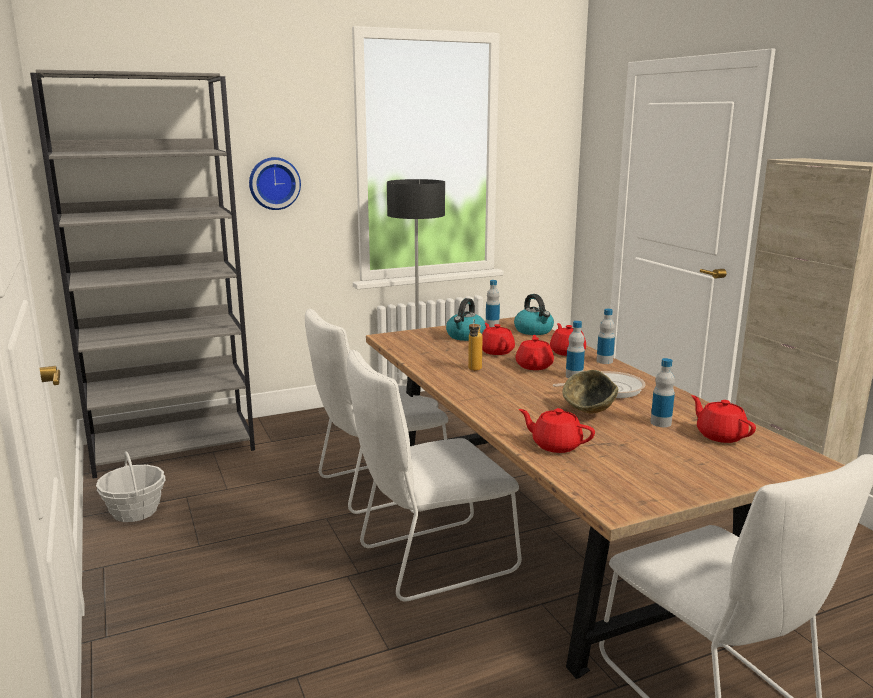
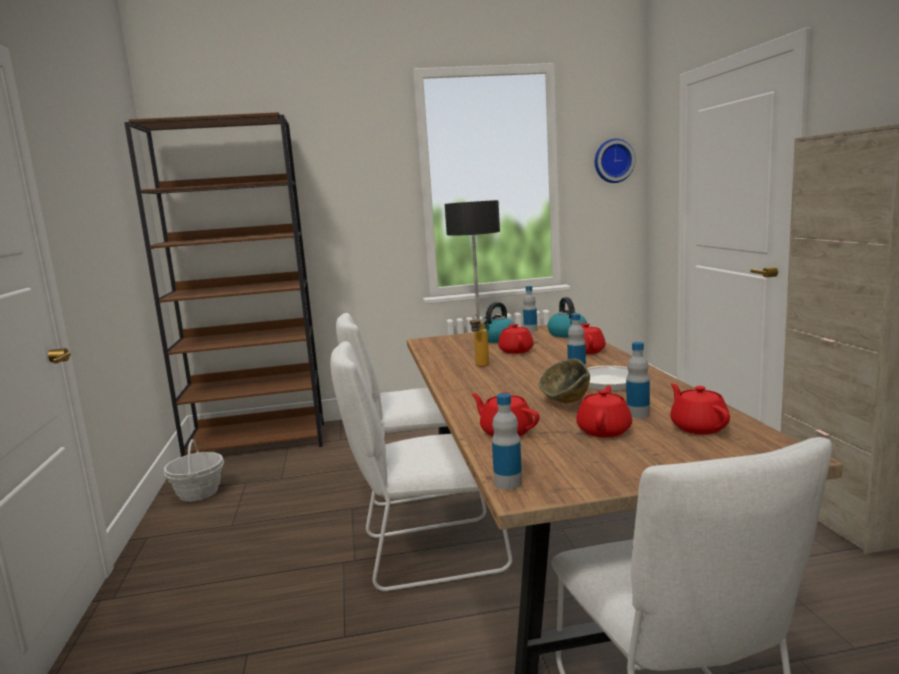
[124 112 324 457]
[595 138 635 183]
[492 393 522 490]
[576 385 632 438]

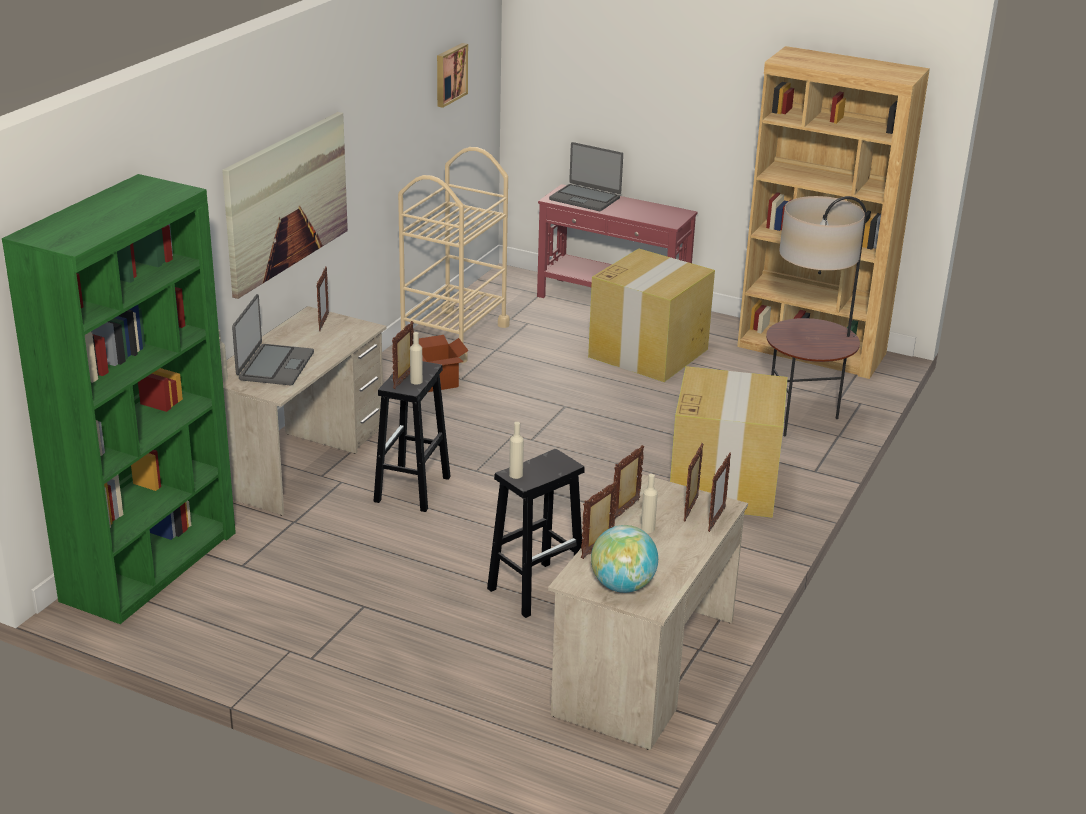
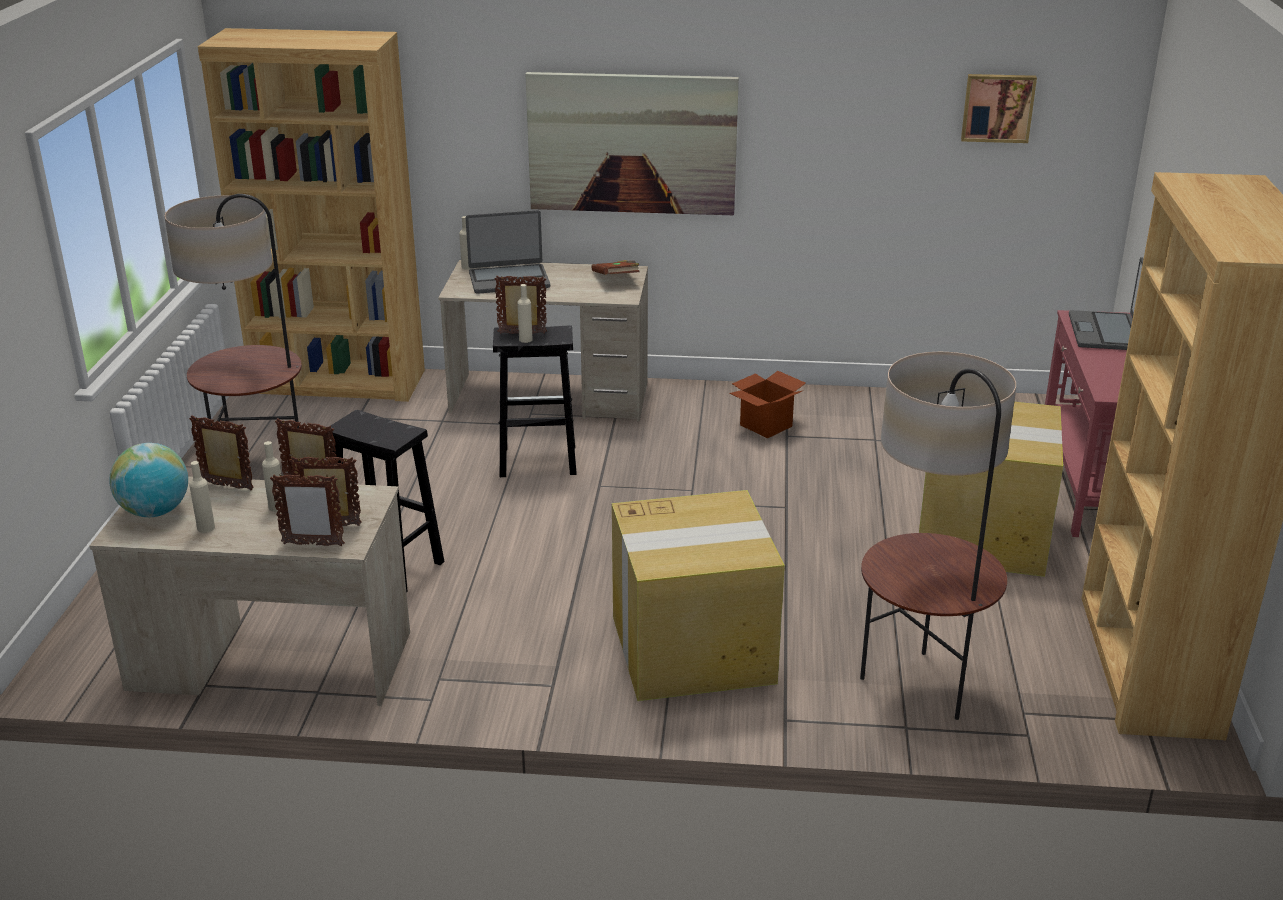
[398 147 510 363] (first image)
[198 28 425 402]
[591 260 640 275]
[189 461 215 533]
[164 194 302 429]

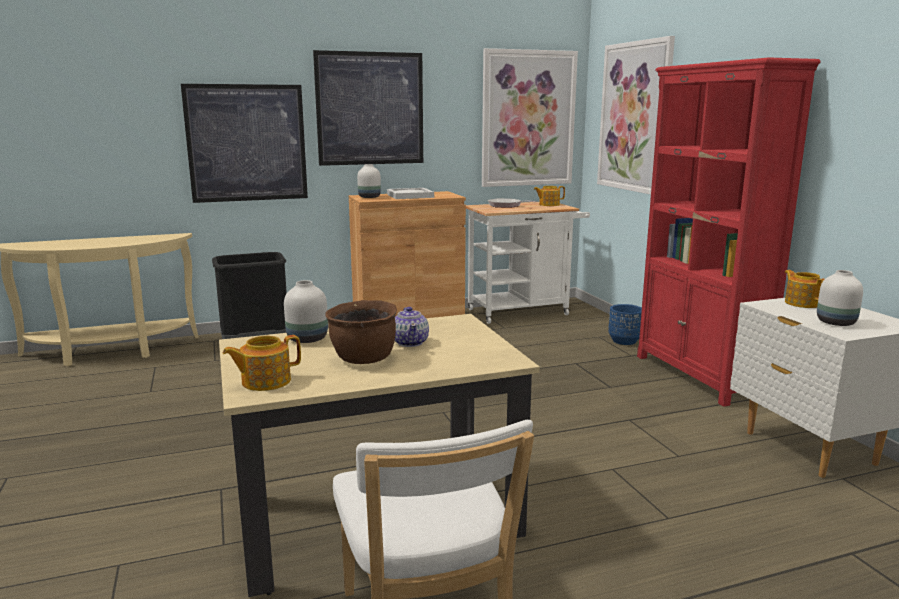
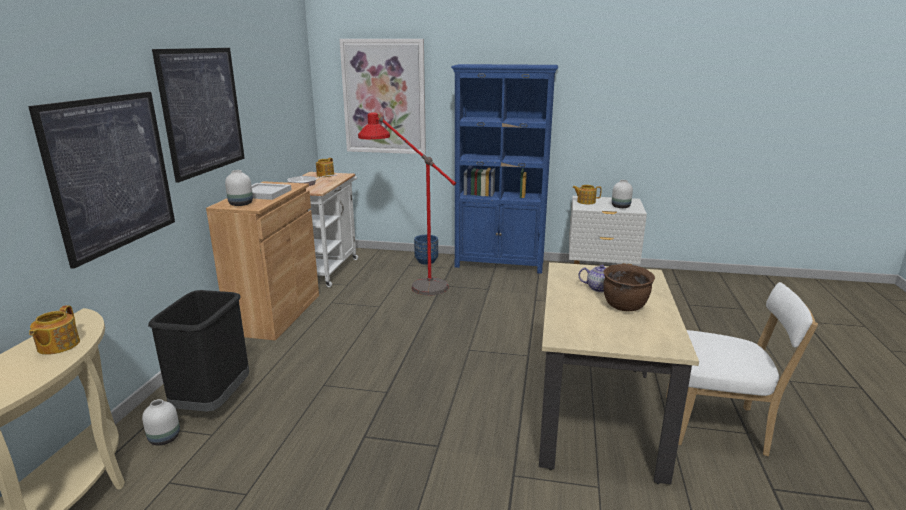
[482 48 578 187] (first image)
[451 64 558 274]
[142 399 180 445]
[29 305 80 355]
[358 112 456 295]

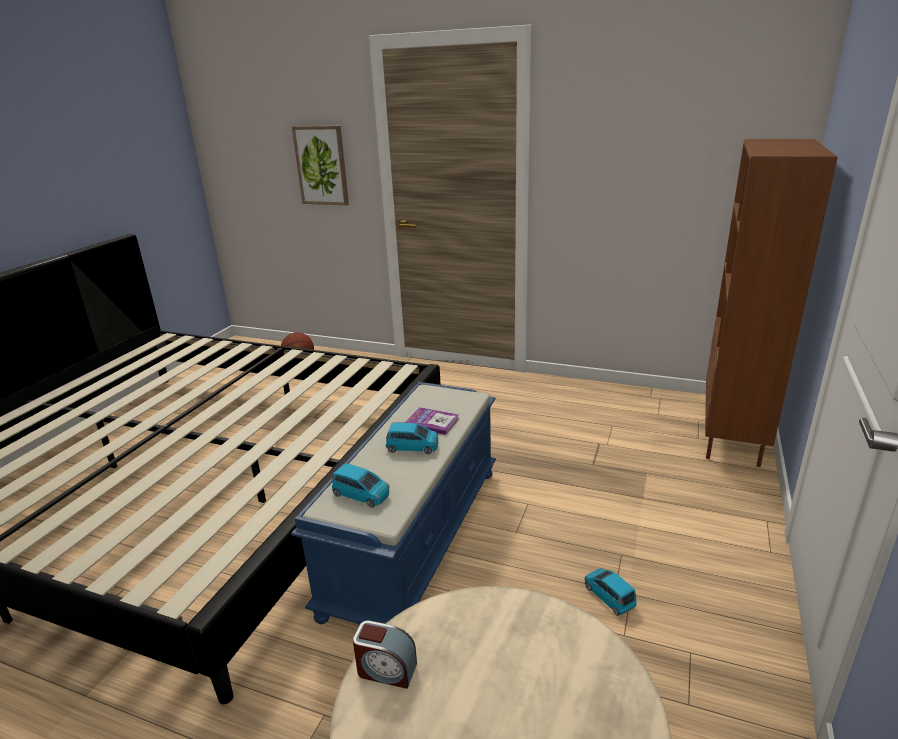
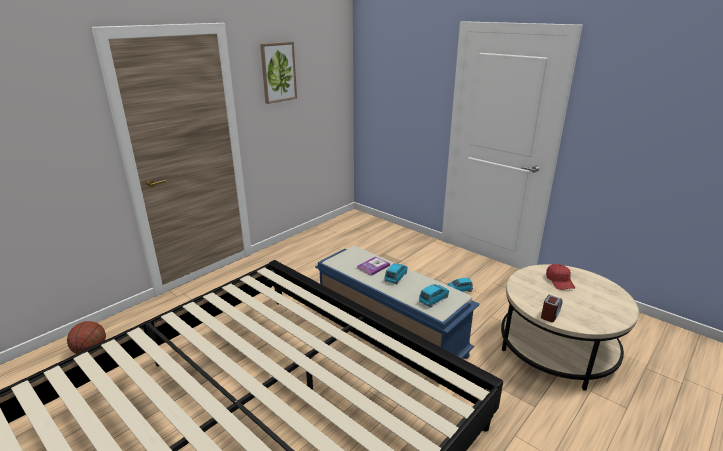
[260 42 297 104]
[705 139 838 467] (first image)
[546 264 575 290]

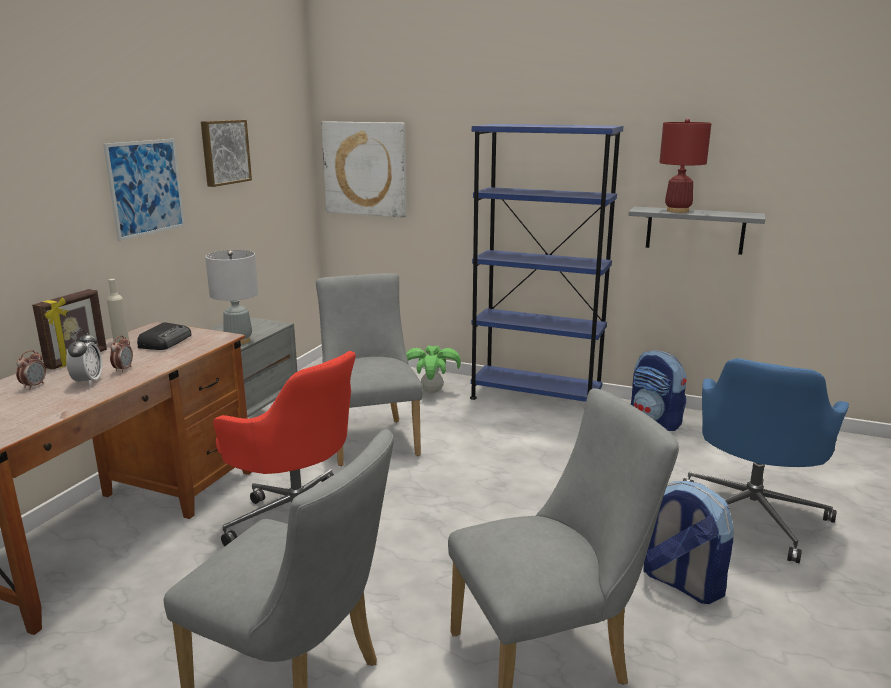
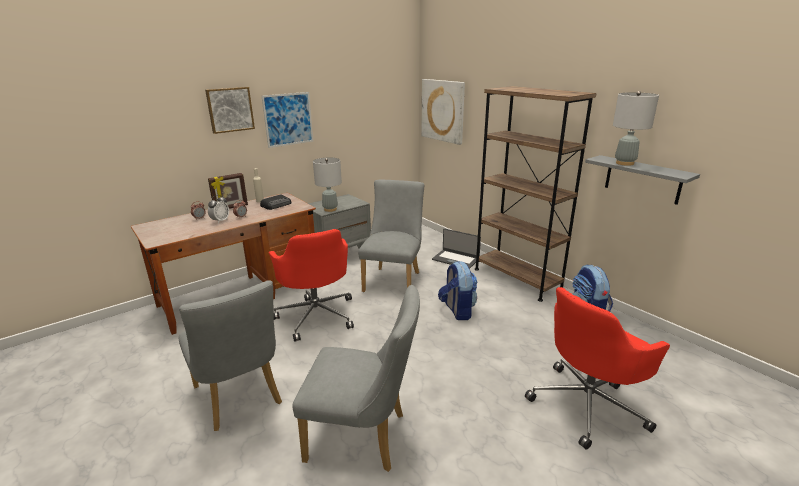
[613 91 659 166]
[205 87 255 134]
[475 86 596 302]
[432 228 481 269]
[525 287 670 450]
[438 261 478 320]

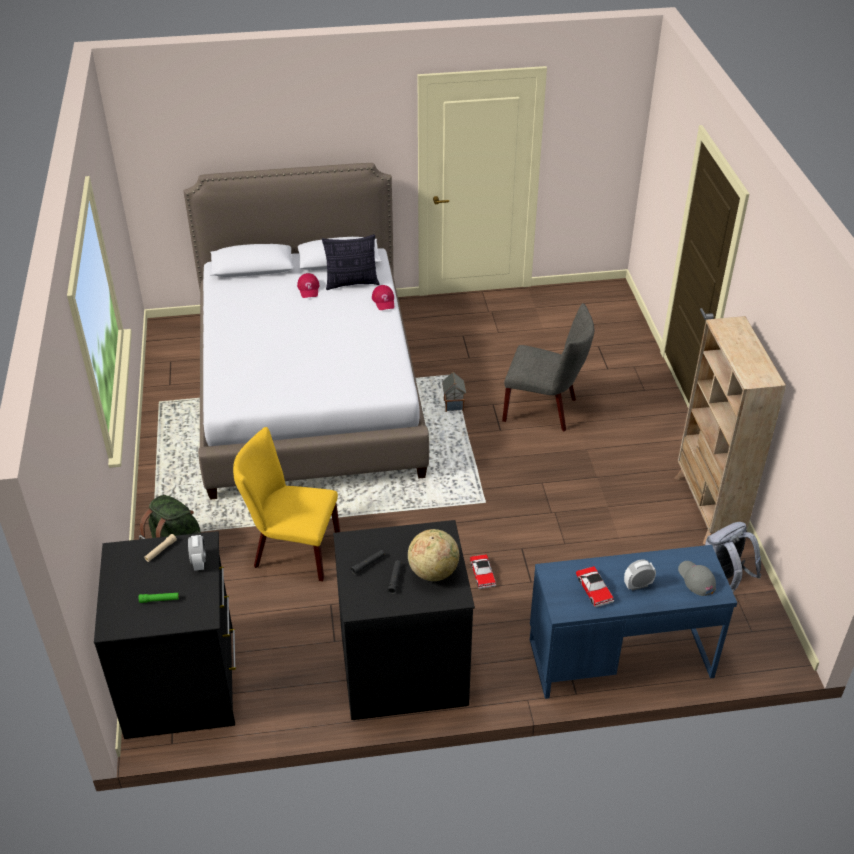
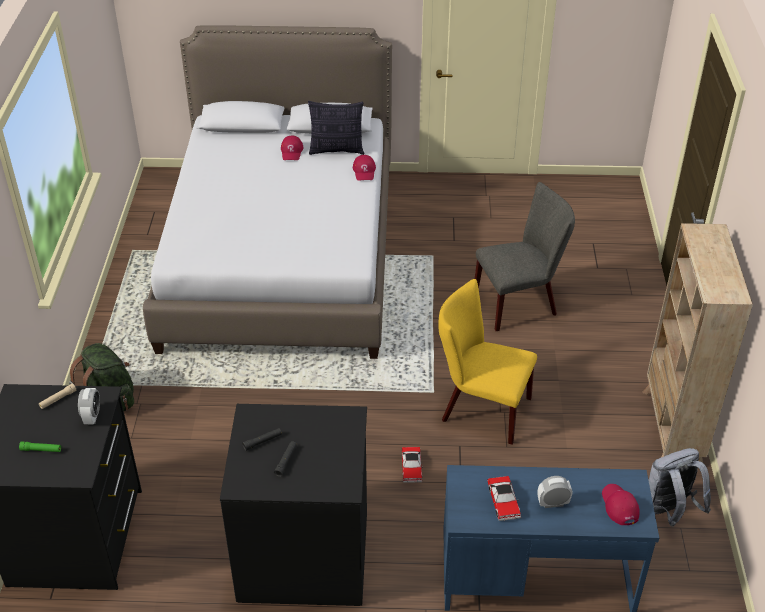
[475 182 575 331]
[442 372 466 412] (first image)
[438 279 537 445]
[408 529 459 581] (first image)
[602 484 640 525]

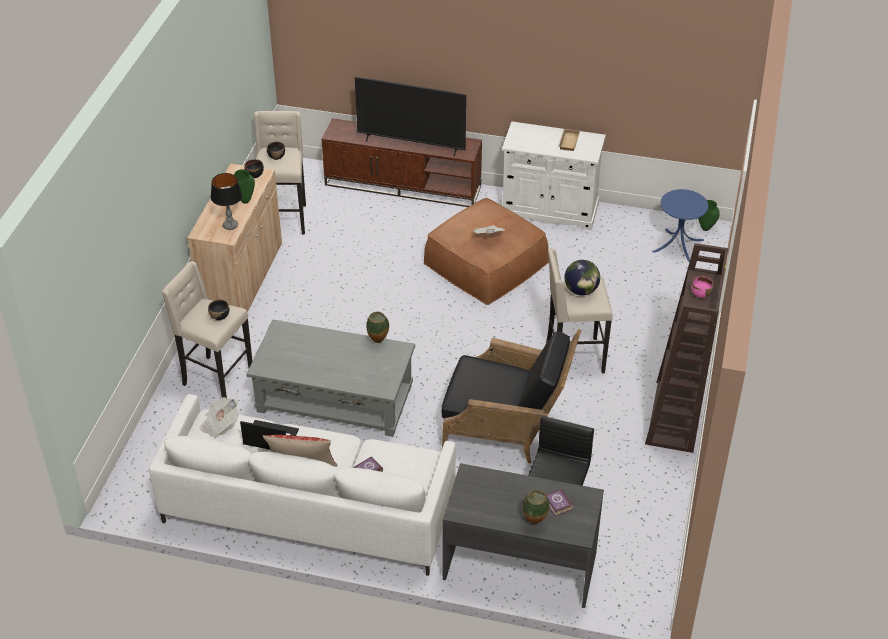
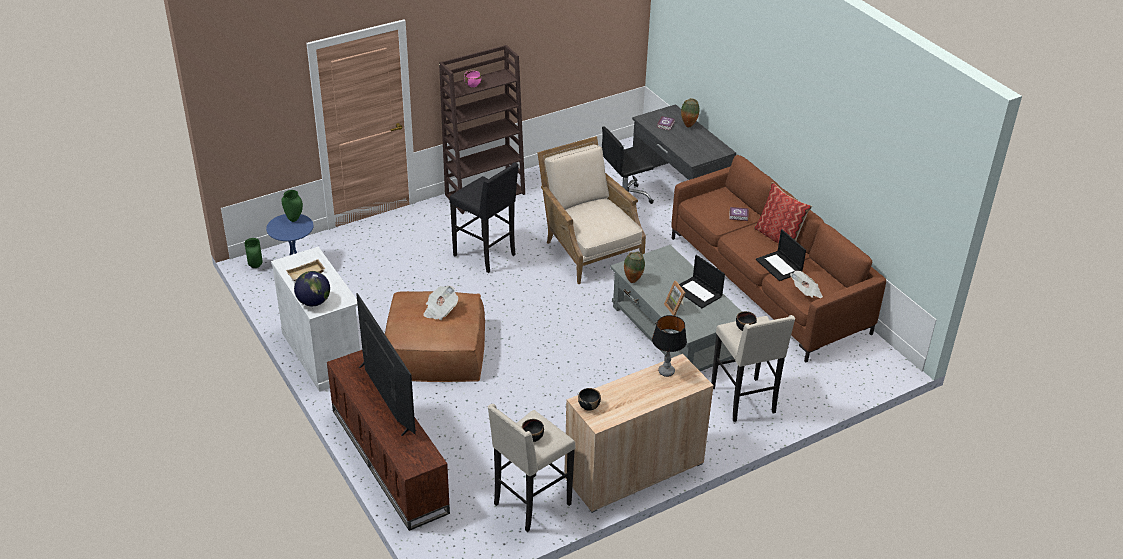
[281 190 303 222]
[450 162 519 273]
[294 271 330 306]
[537 136 646 284]
[671 155 886 362]
[679 255 725 308]
[664 281 685 316]

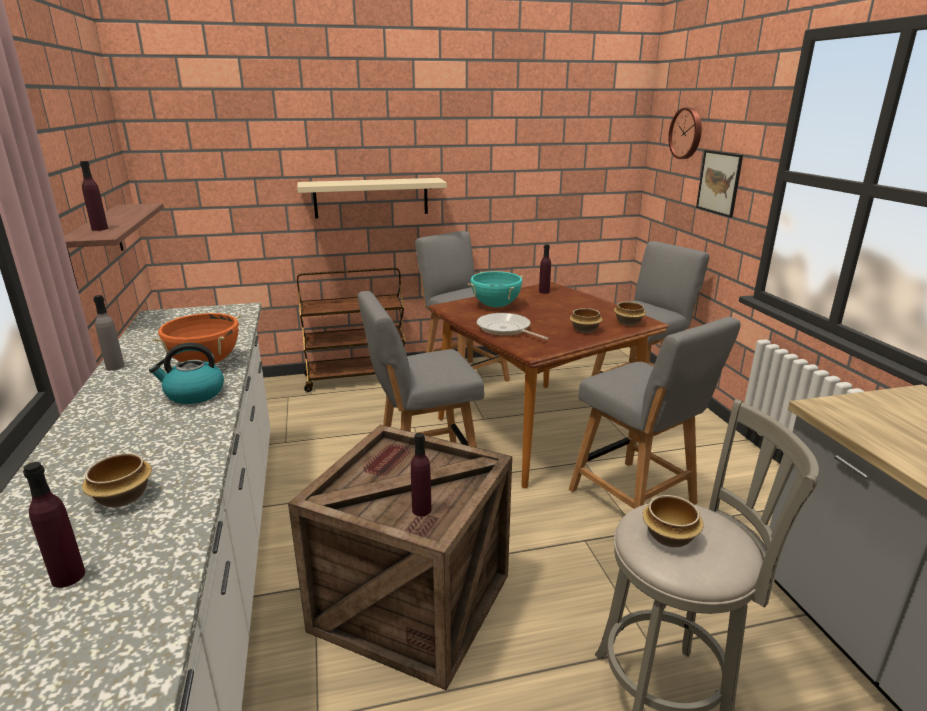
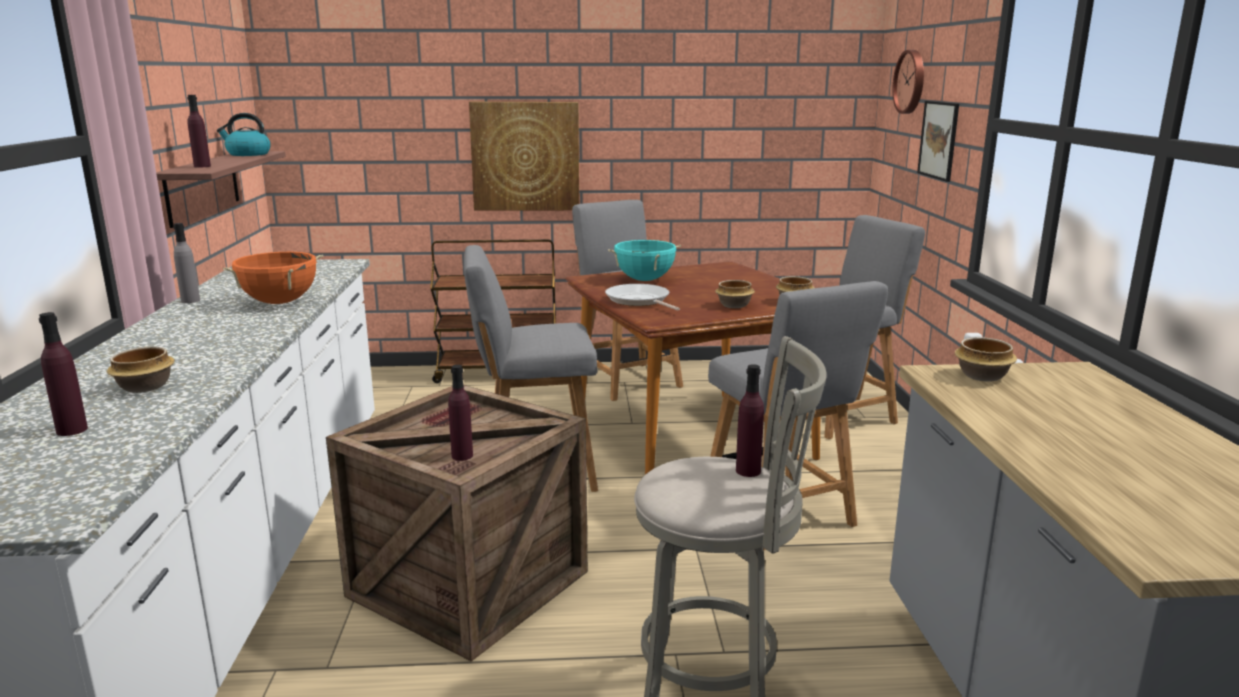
[469 102 579 211]
[736 364 764 477]
[217 113 271 156]
[955 337 1017 382]

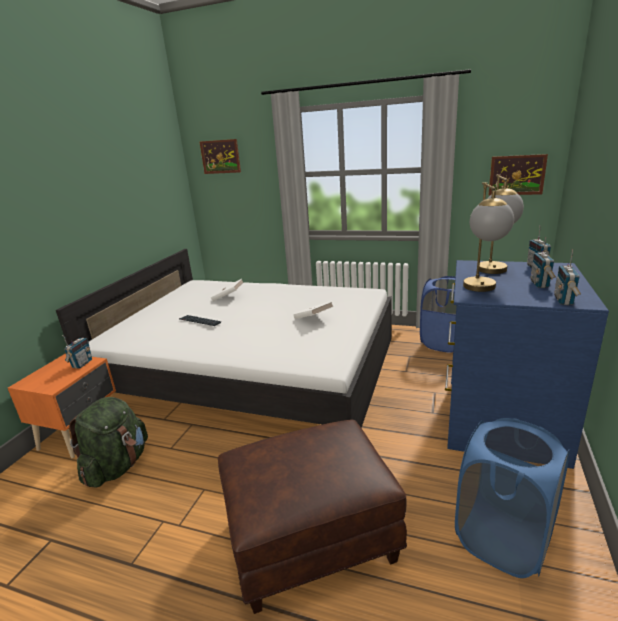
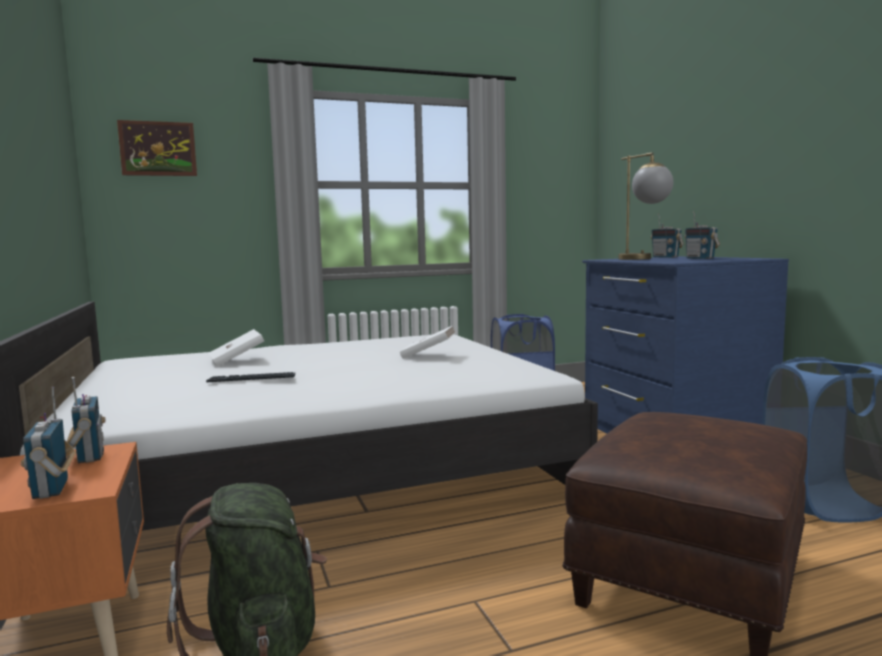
[488 154 548 196] (first image)
[463 182 514 292] (first image)
[21 387 76 499]

